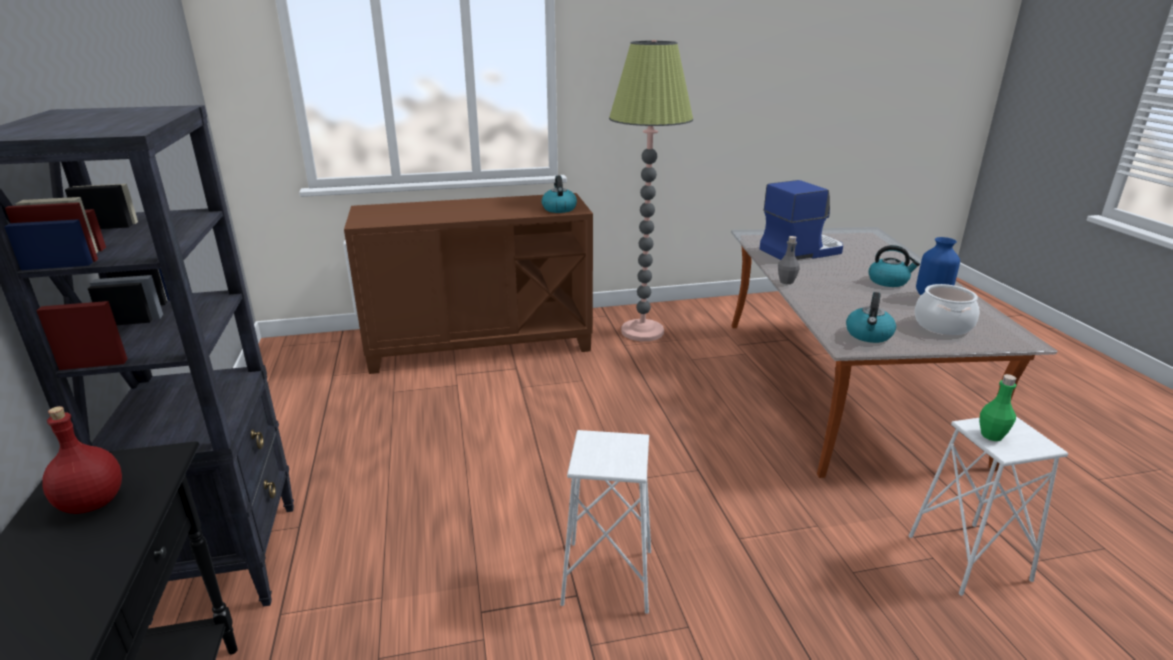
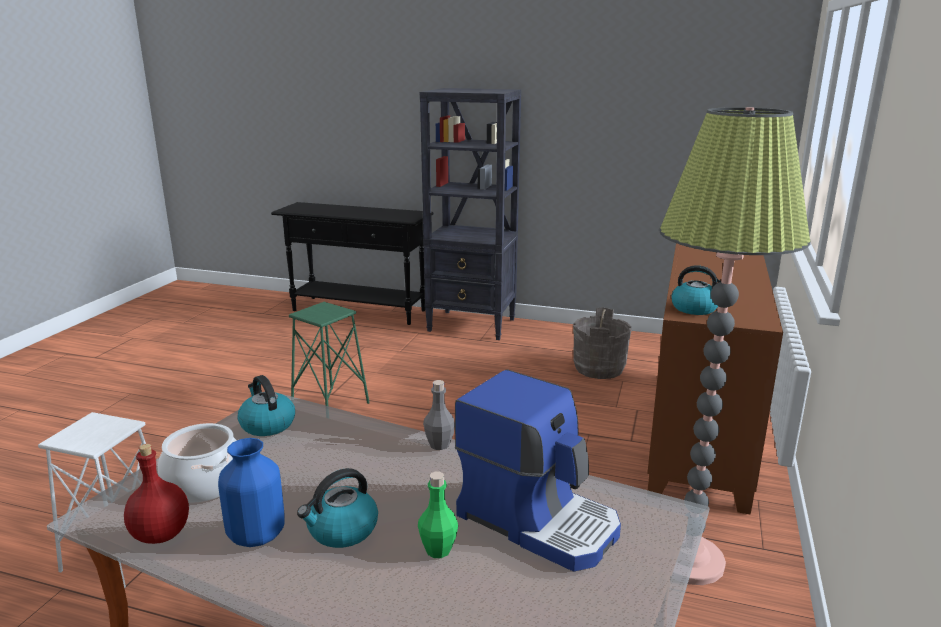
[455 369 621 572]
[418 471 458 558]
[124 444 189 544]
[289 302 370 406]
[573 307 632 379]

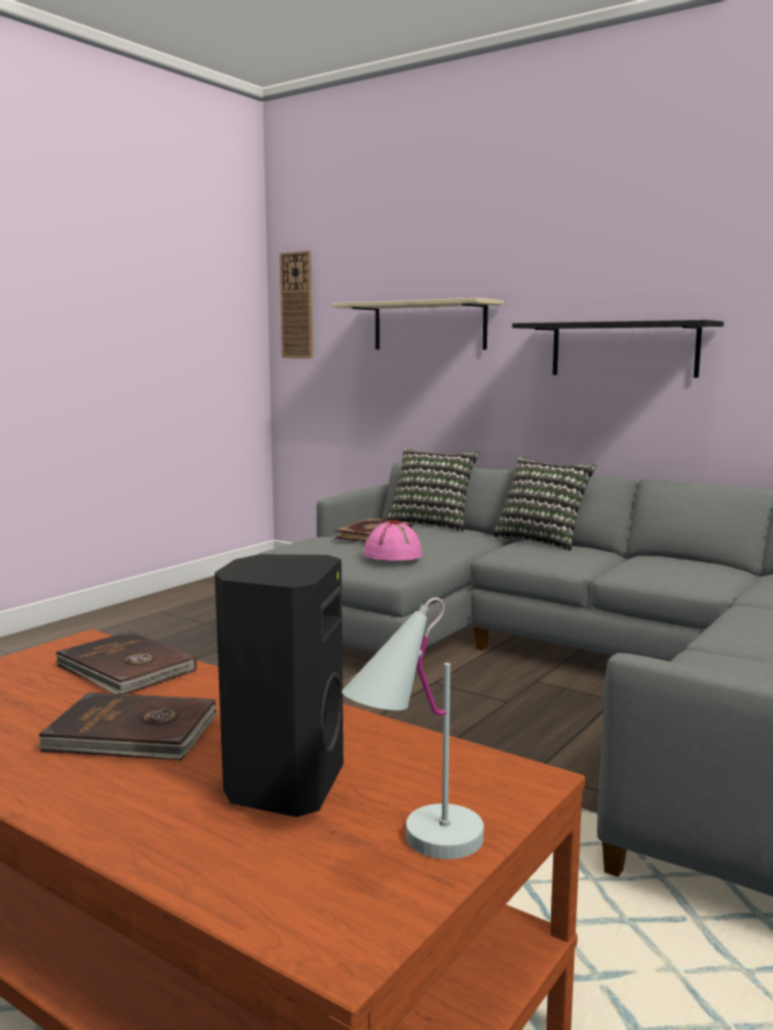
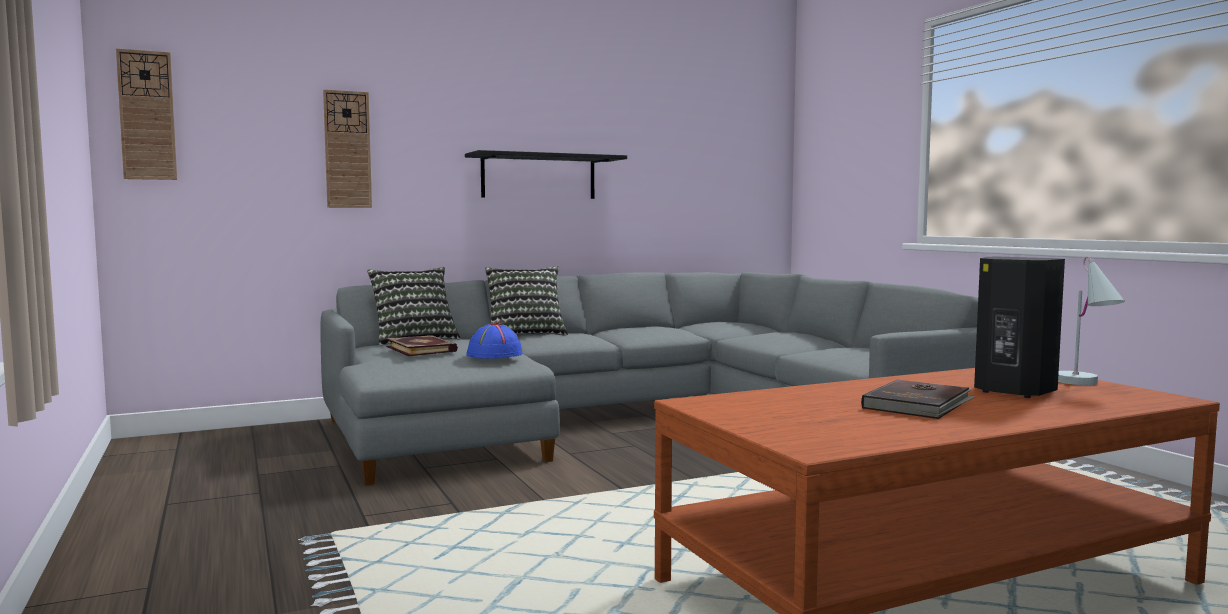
[323 89 372 208]
[466 322 523 359]
[55 631 197 694] (first image)

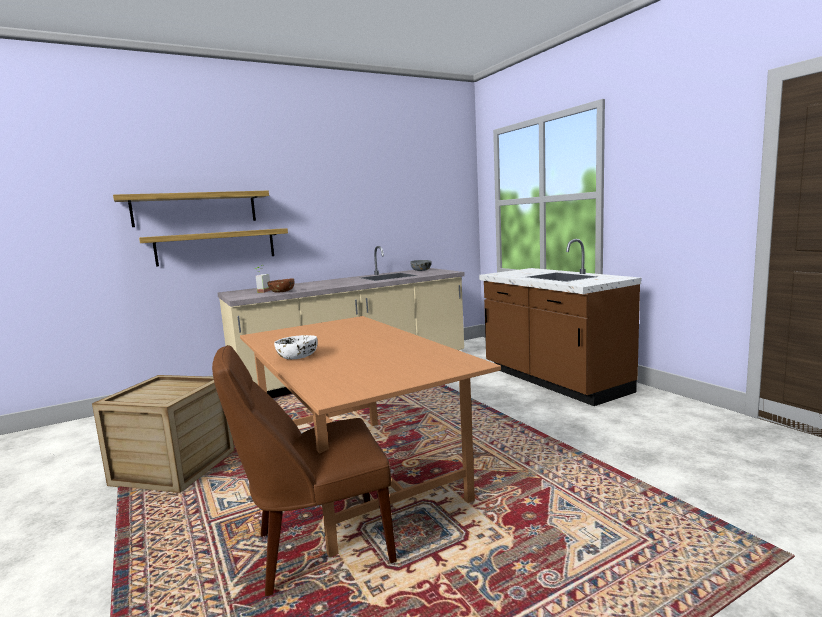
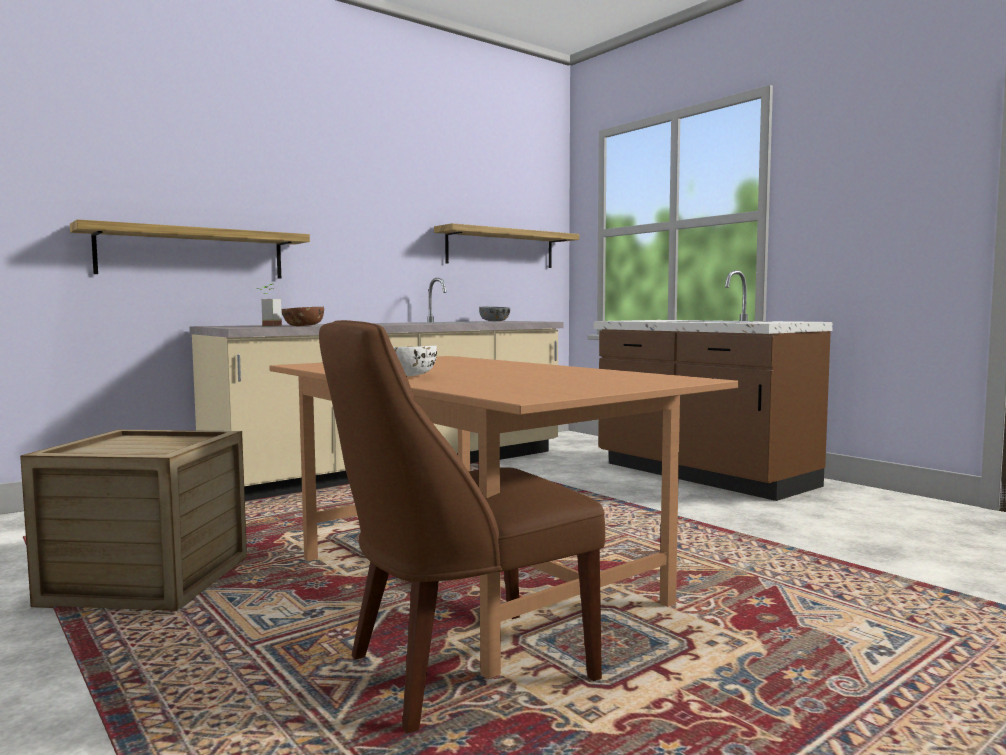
[434 223 579 268]

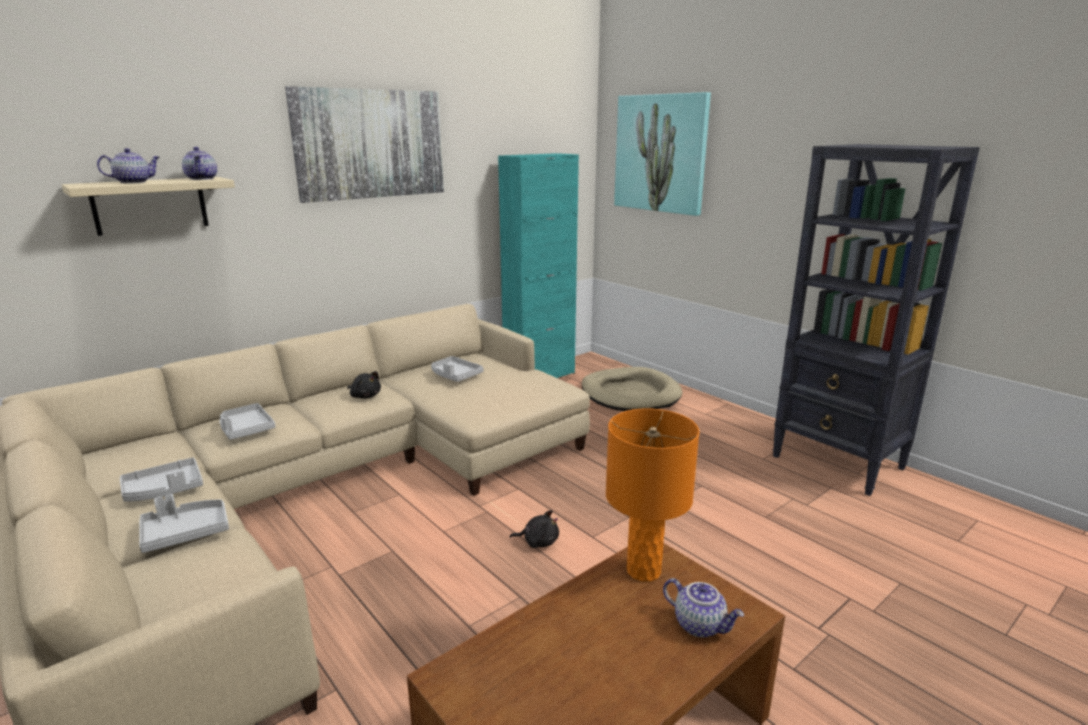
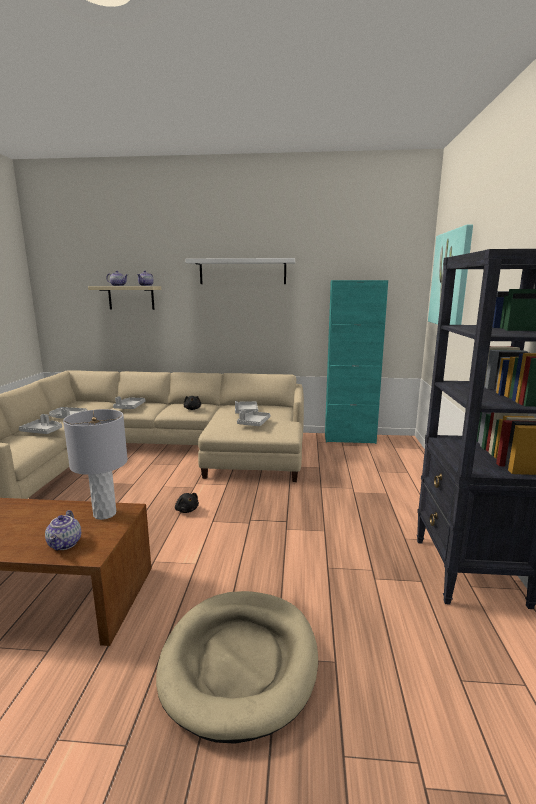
[185 258 295 284]
[156 591 318 744]
[63 409 128 520]
[237 410 271 426]

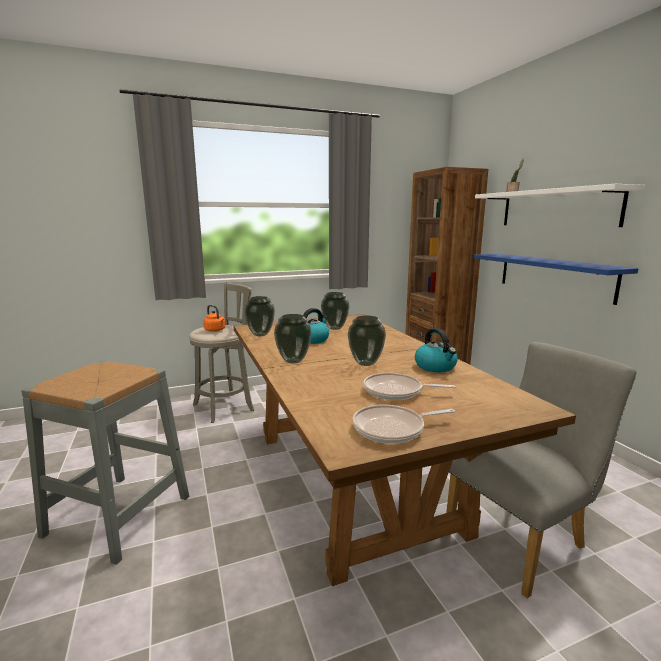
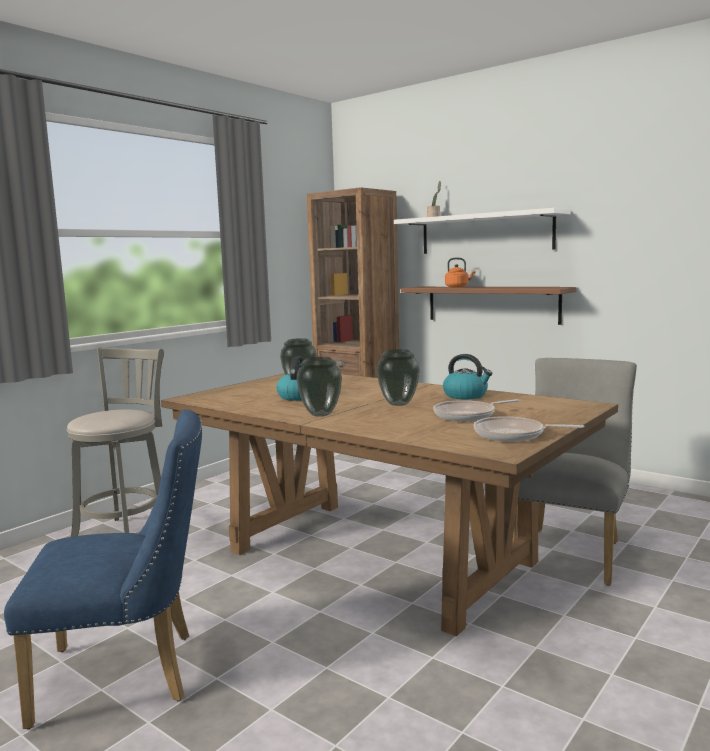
[401 287 576 325]
[244 296 275 336] (first image)
[445 258 476 288]
[4 409 202 729]
[474 416 584 442]

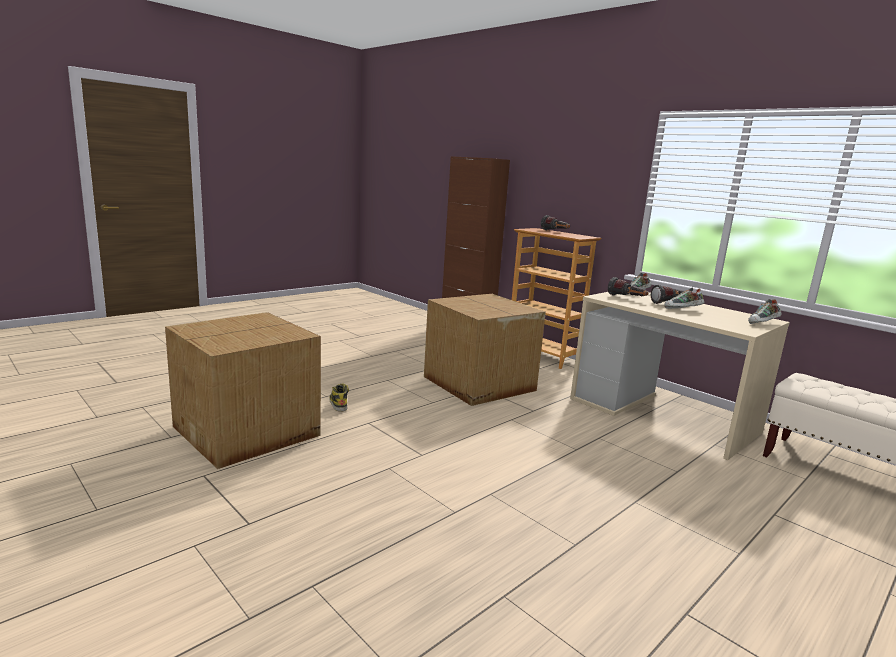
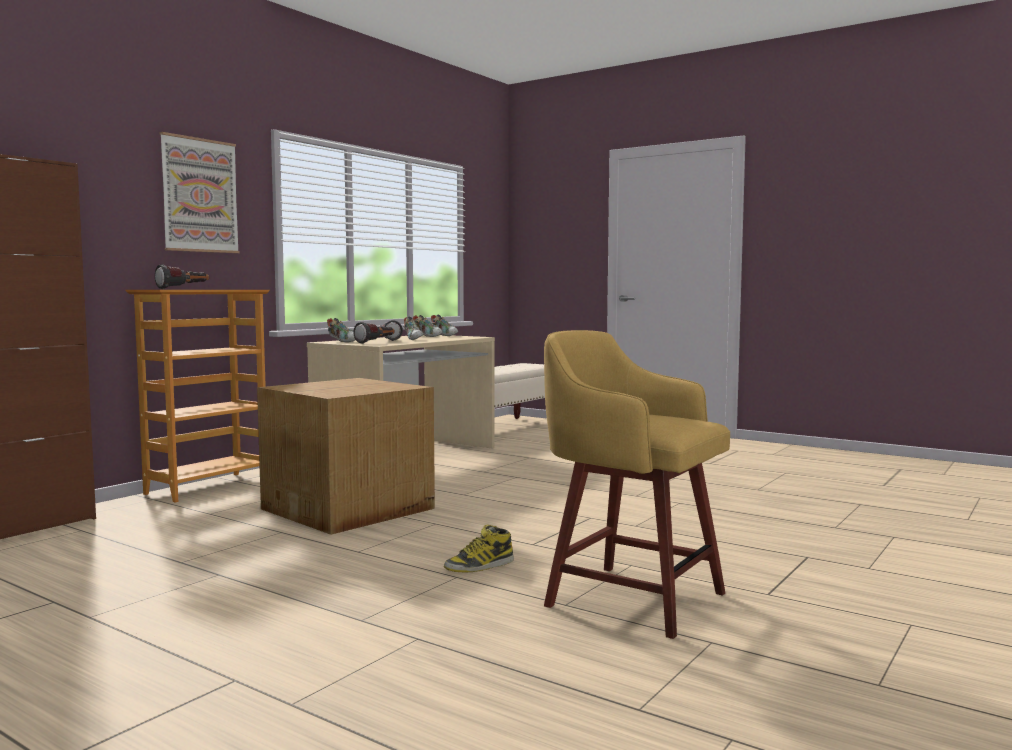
[544 330 730 639]
[160 132 240 253]
[413 315 443 337]

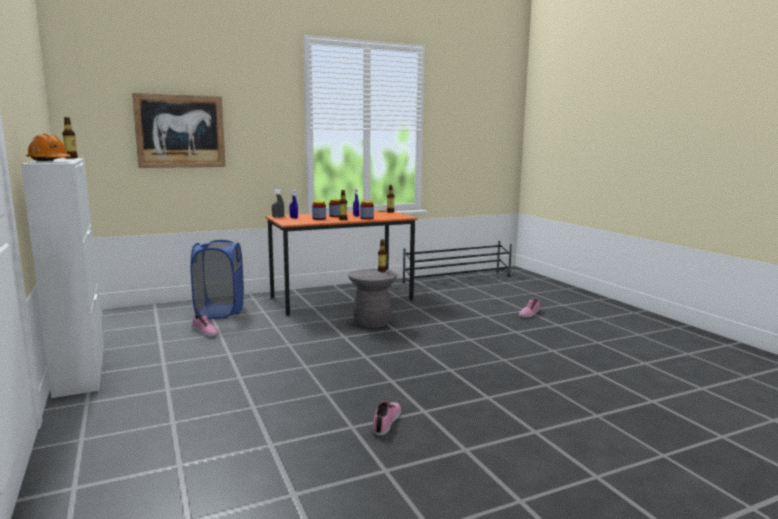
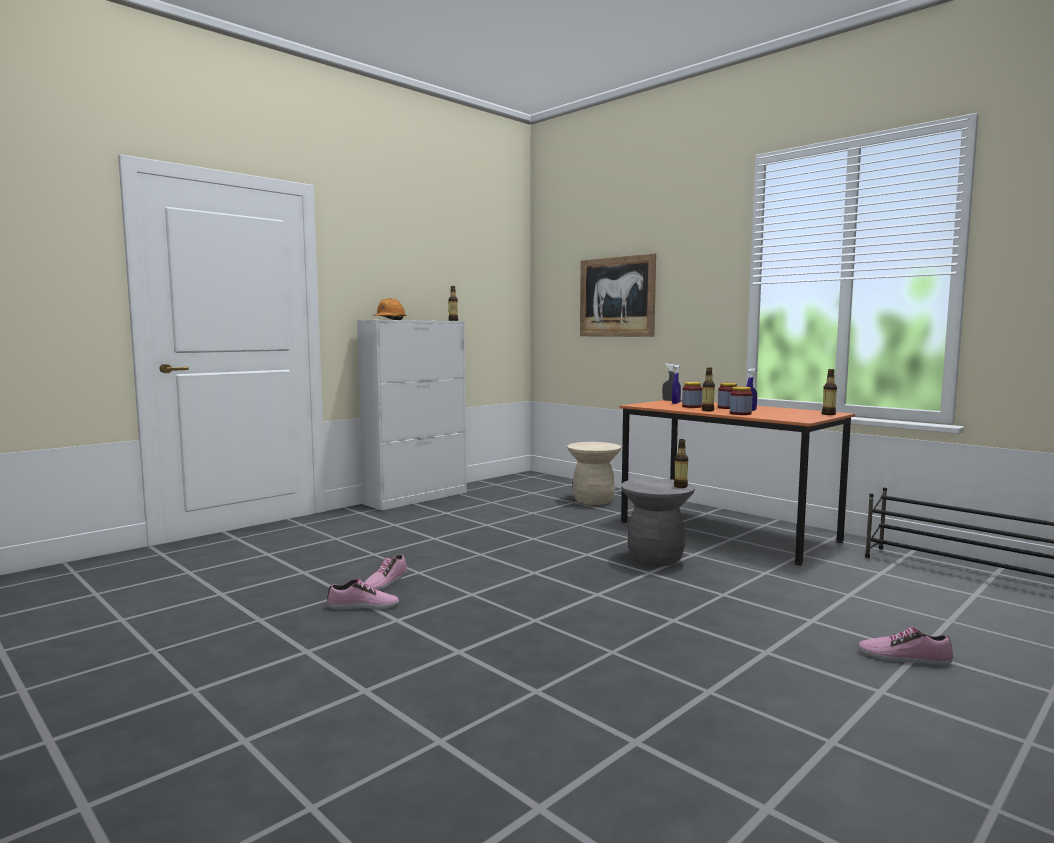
[567 442 621 505]
[364 554 407 591]

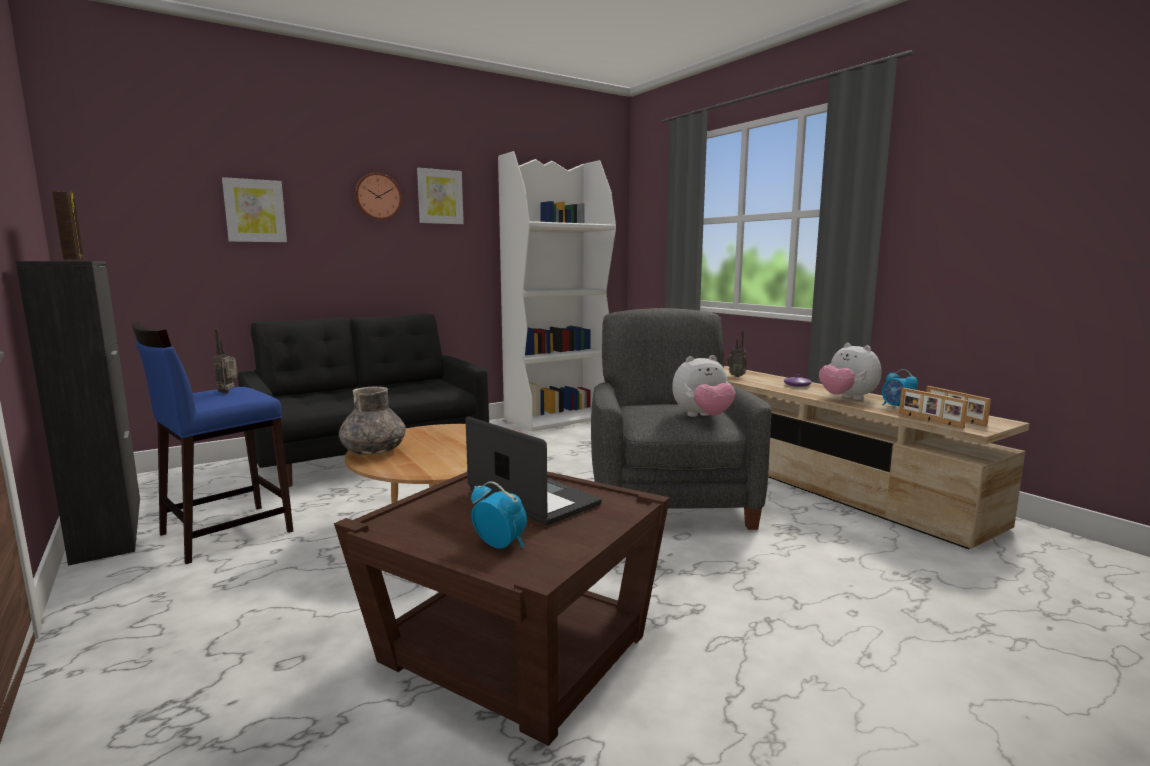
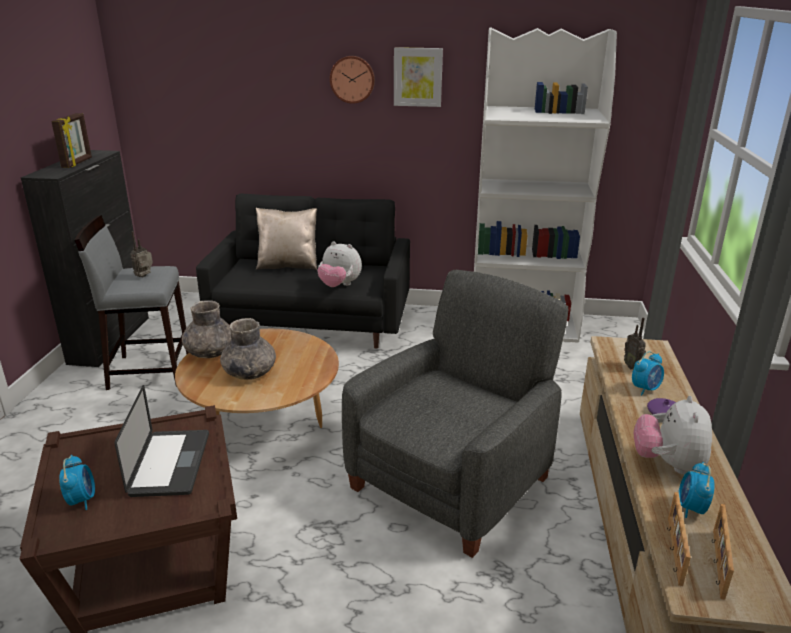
[222 177 287 242] (first image)
[74 215 189 390]
[317 241 362 287]
[256 208 317 270]
[220 318 276 380]
[632 351 664 395]

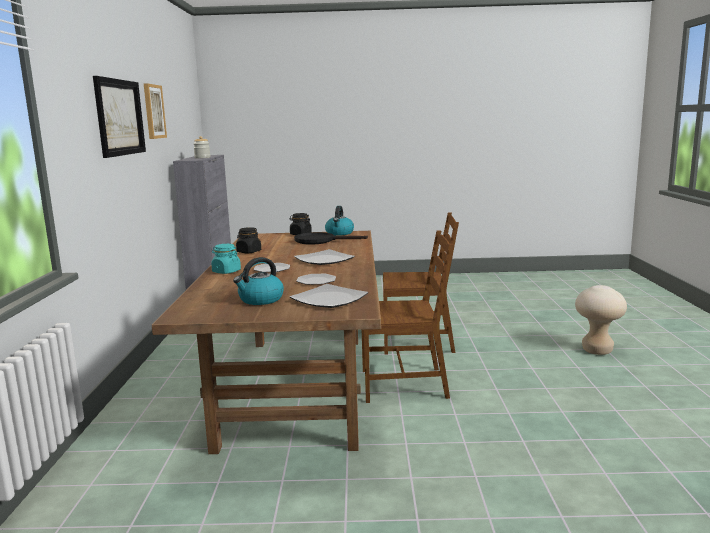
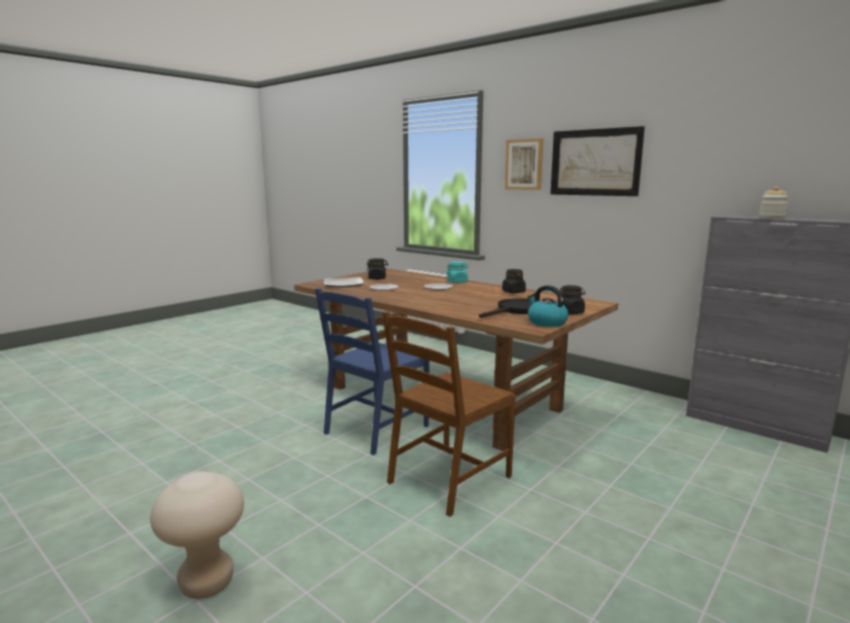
[505 138 543 190]
[315 288 429 455]
[294 249 355 265] (first image)
[366 258 388 280]

